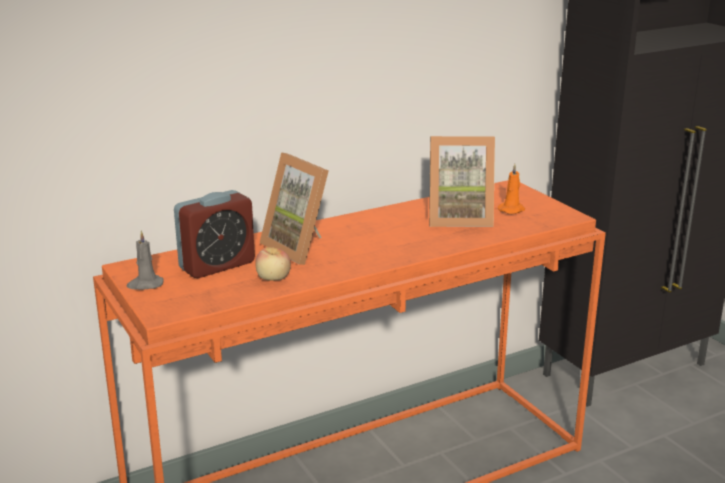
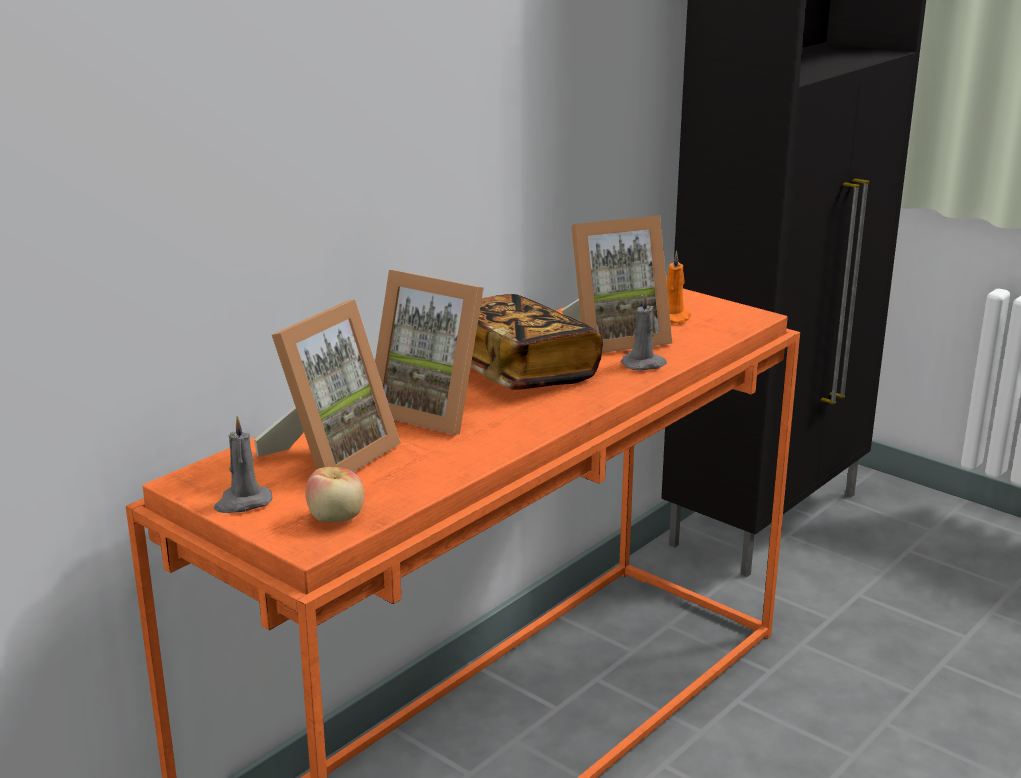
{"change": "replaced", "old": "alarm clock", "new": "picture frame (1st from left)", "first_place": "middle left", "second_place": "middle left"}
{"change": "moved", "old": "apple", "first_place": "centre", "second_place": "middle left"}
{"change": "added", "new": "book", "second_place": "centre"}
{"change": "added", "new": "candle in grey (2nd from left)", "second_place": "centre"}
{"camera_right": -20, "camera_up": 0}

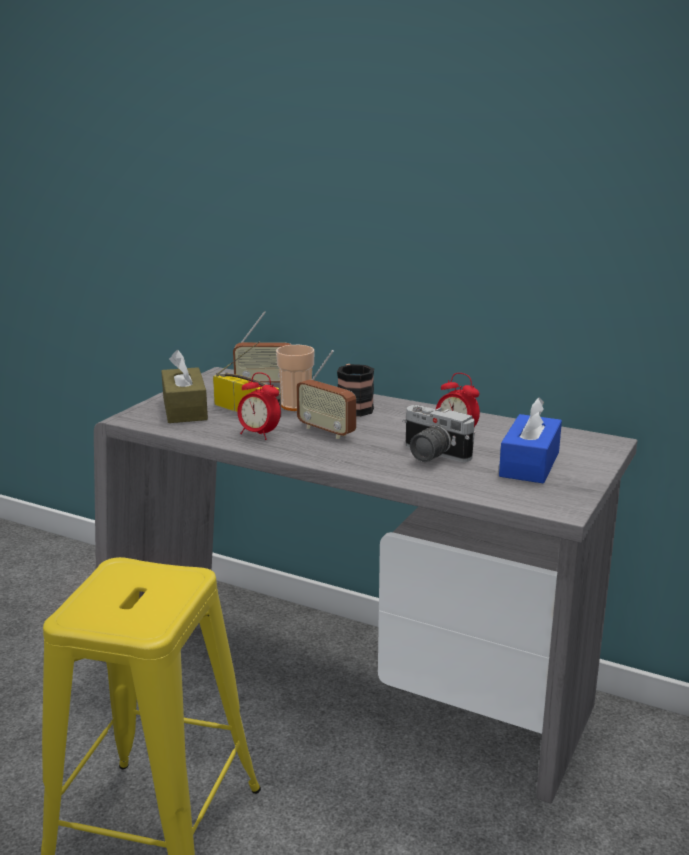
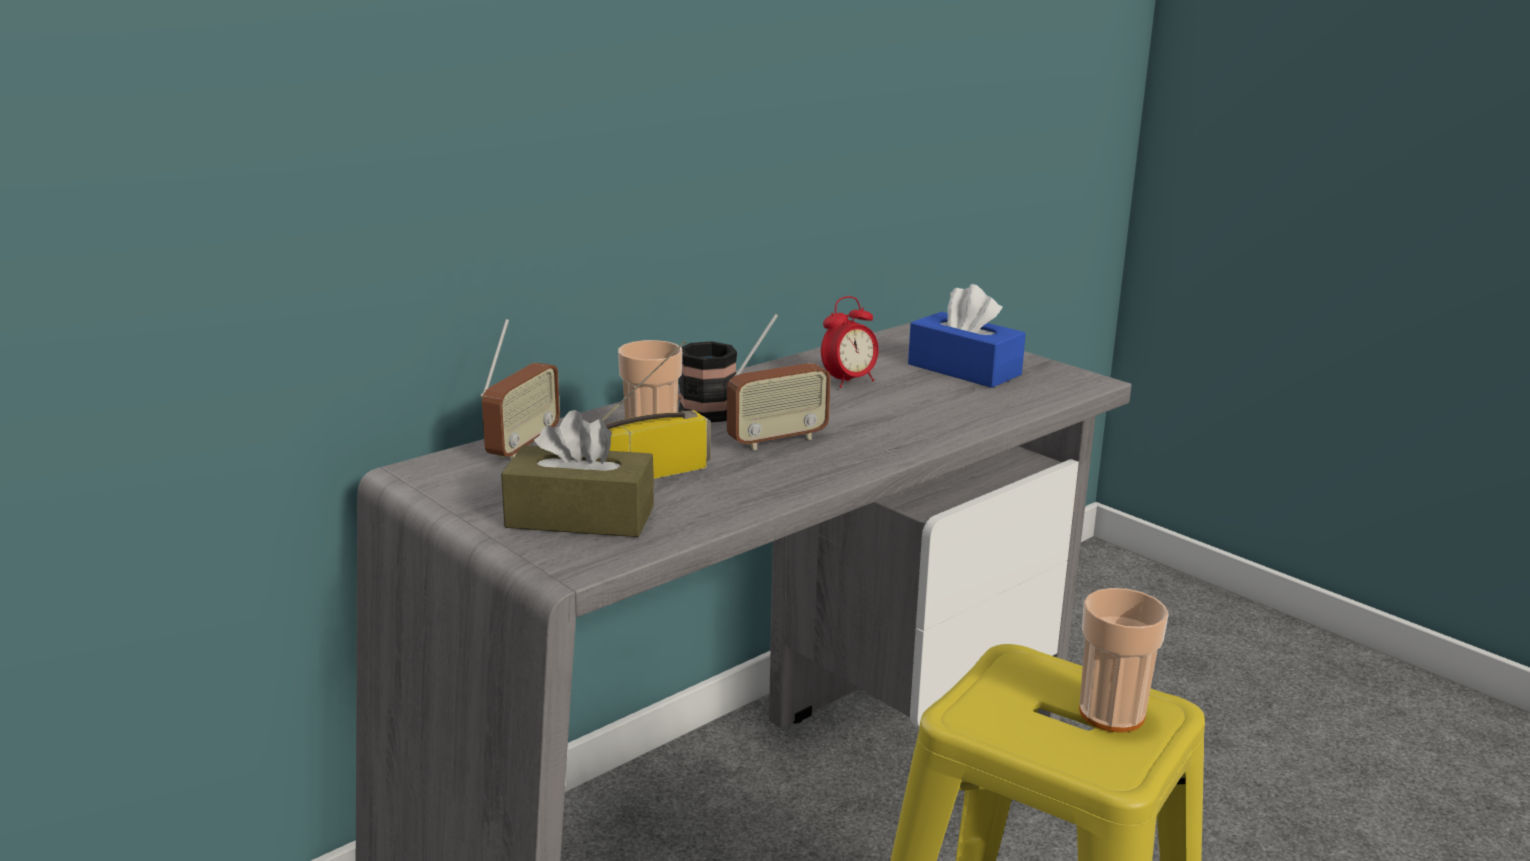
{"change": "added", "new": "cup (2nd from left)", "second_place": "bottom right"}
{"change": "removed", "old": "alarm clock (1st from left)", "first_place": "centre"}
{"change": "removed", "old": "photo camera", "first_place": "centre"}
{"camera_right": -70, "camera_up": 0}

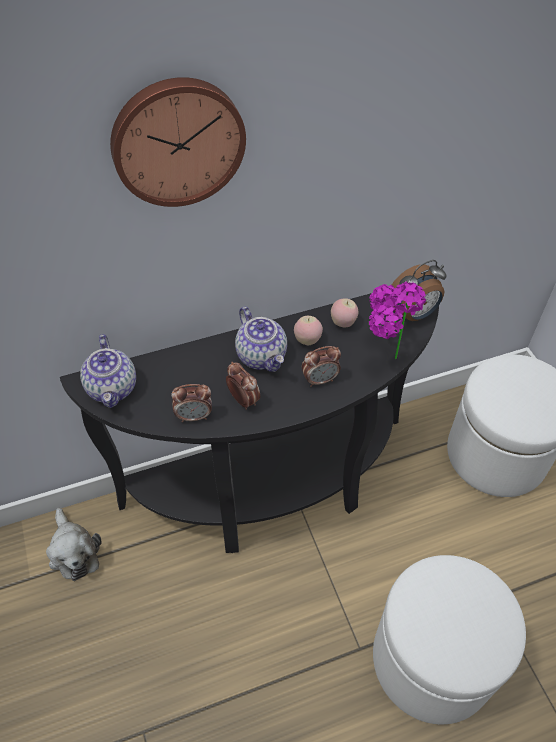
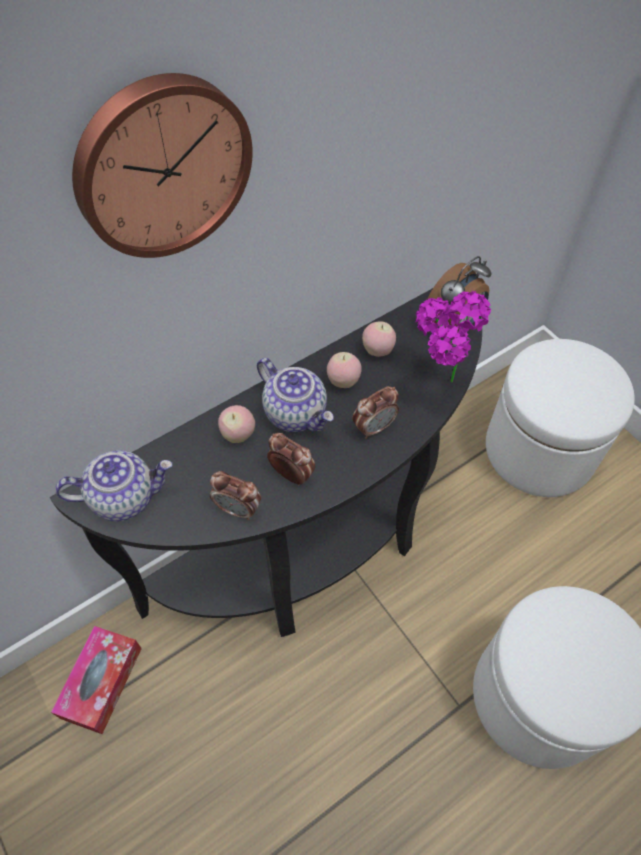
{"change": "replaced", "old": "plush toy", "new": "tissue box", "first_place": "bottom left", "second_place": "bottom left"}
{"change": "turned", "old": "teapot (1st from left)", "first_place": "middle left", "second_place": "middle left", "degrees": -75}
{"change": "turned", "old": "alarm clock (1st from left)", "first_place": "centre", "second_place": "centre", "degrees": 45}
{"change": "added", "new": "apple (1st from left)", "second_place": "centre"}
{"camera_right": -15, "camera_up": 5}

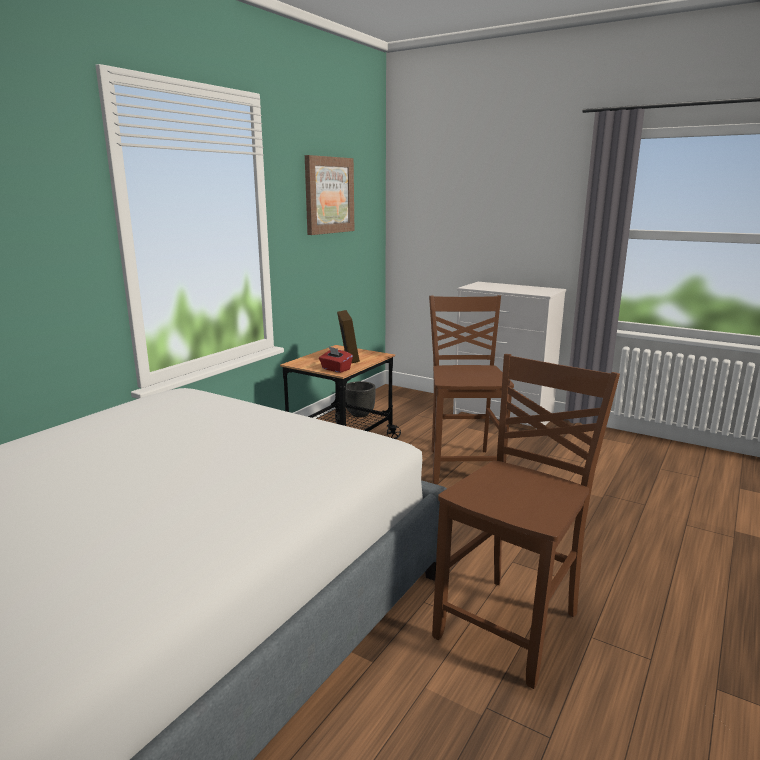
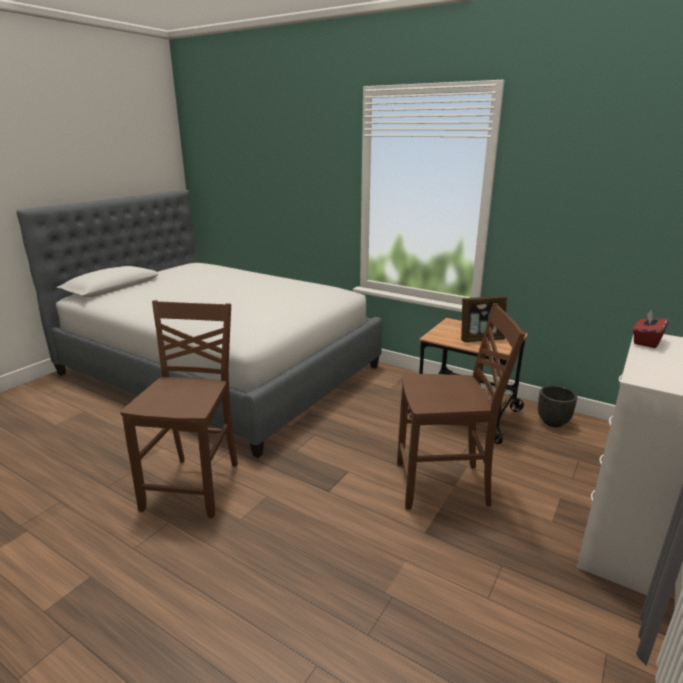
{"change": "turned", "old": "chair in brown (2nd from left in the first image)", "first_place": "bottom right", "second_place": "middle left", "degrees": -120}
{"change": "moved", "old": "tissue box in red", "first_place": "centre", "second_place": "middle right"}
{"change": "removed", "old": "picture", "first_place": "top centre"}
{"camera_right": 90, "camera_up": 5}

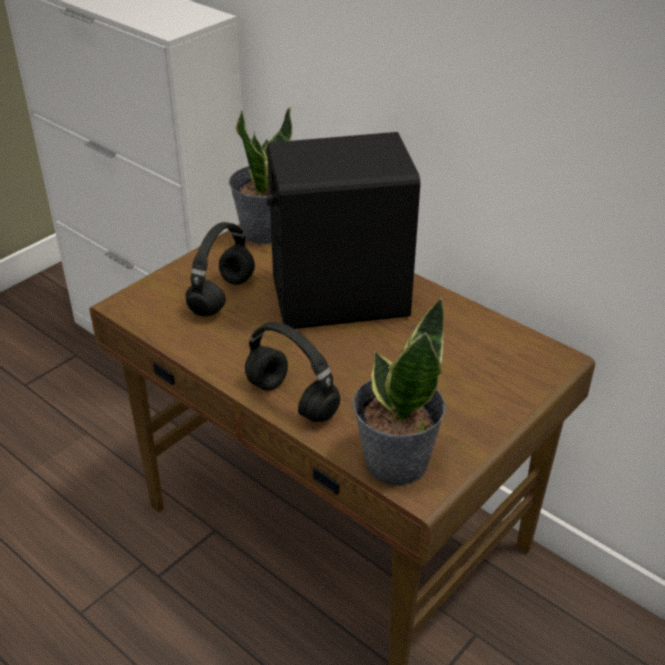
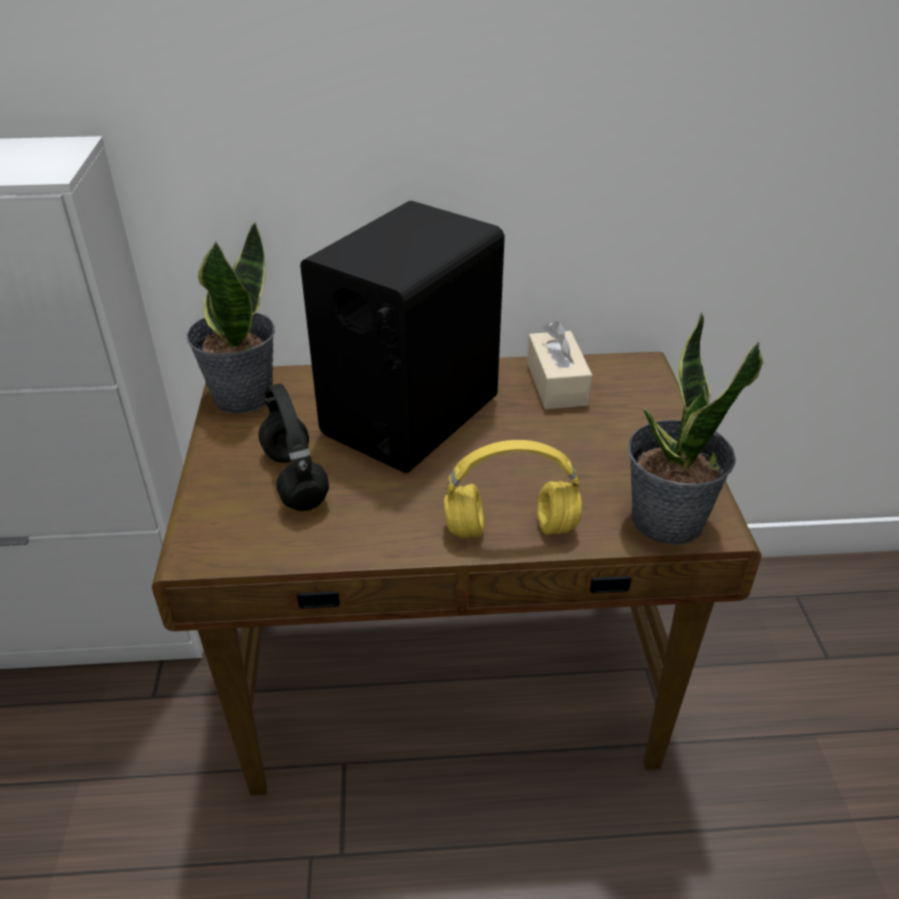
{"change": "recoloured", "old": "headphones in black (2nd from left)", "new": "headphones in yellow", "first_place": "centre", "second_place": "centre"}
{"change": "added", "new": "tissue box in beige", "second_place": "centre"}
{"camera_right": -45, "camera_up": 0}

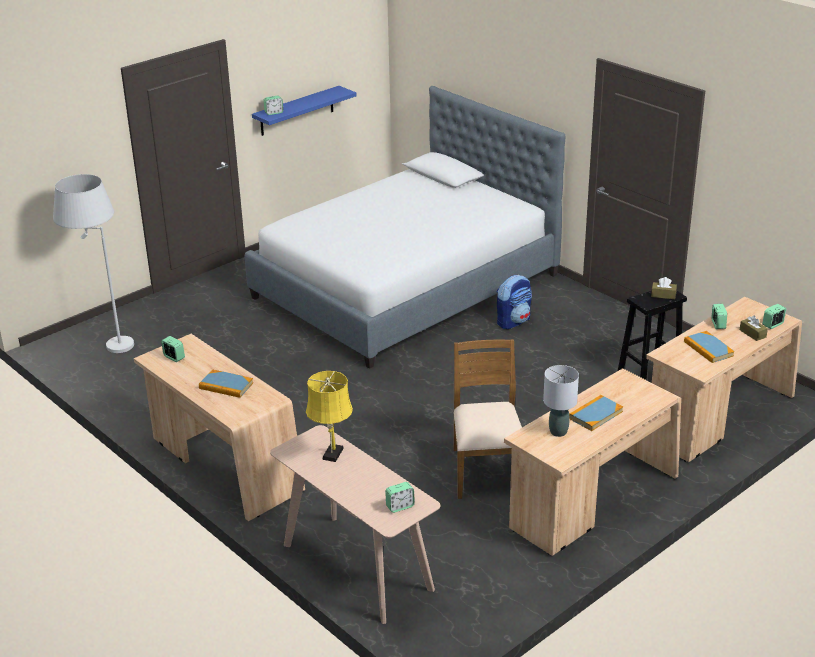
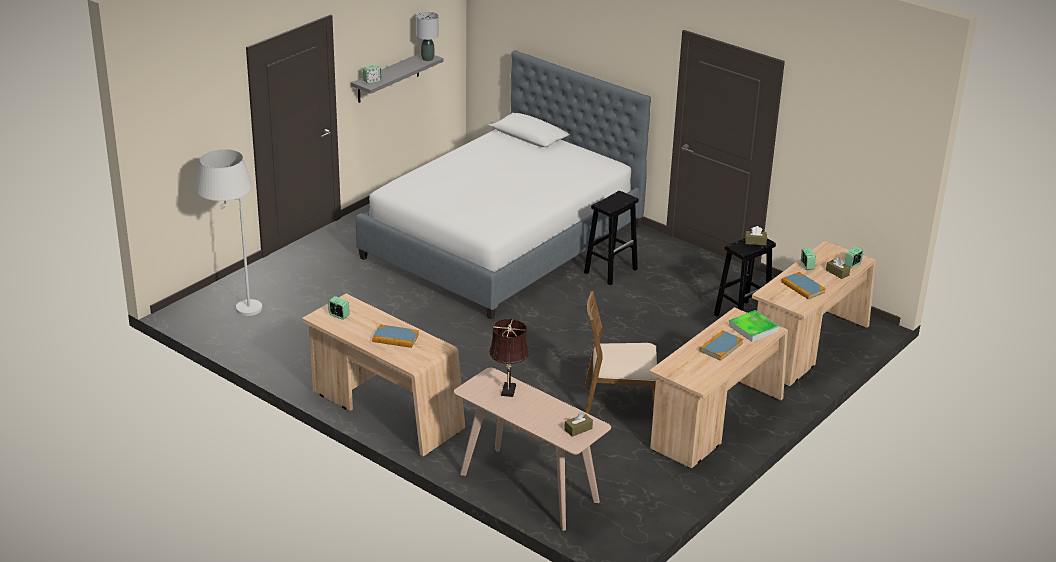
{"change": "recoloured", "old": "shelf in blue", "new": "shelf in grey", "first_place": "top centre", "second_place": "top centre"}
{"change": "moved", "old": "table lamp in grey", "first_place": "middle right", "second_place": "top centre"}
{"change": "recoloured", "old": "table lamp in yellow", "new": "table lamp in brown", "first_place": "centre", "second_place": "centre"}
{"change": "replaced", "old": "alarm clock (3rd from left)", "new": "tissue box in brown (1st from left)", "first_place": "bottom centre", "second_place": "bottom centre"}
{"change": "replaced", "old": "backpack", "new": "stool in black (1st from left)", "first_place": "centre", "second_place": "centre"}
{"change": "turned", "old": "chair in brown", "first_place": "centre", "second_place": "centre", "degrees": -75}
{"change": "added", "new": "tray", "second_place": "middle right"}
{"camera_right": -10, "camera_up": 0}

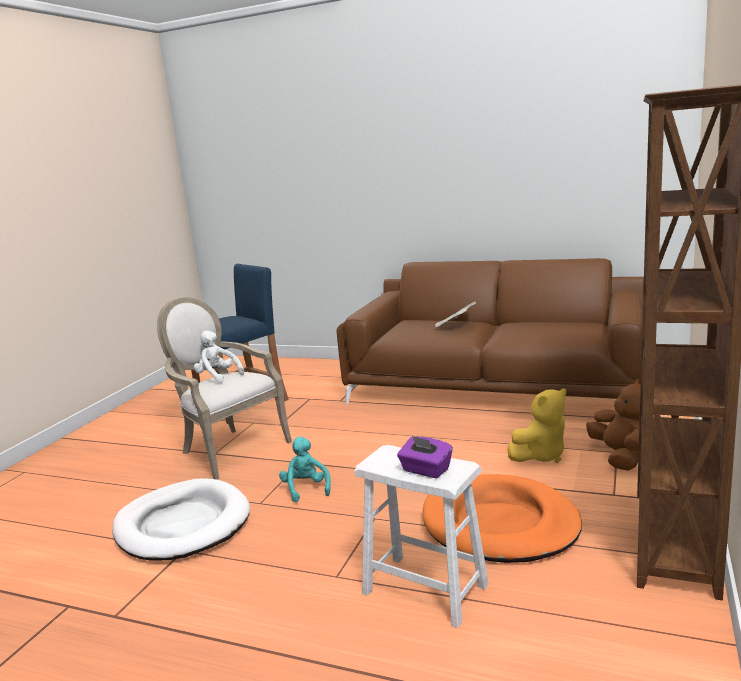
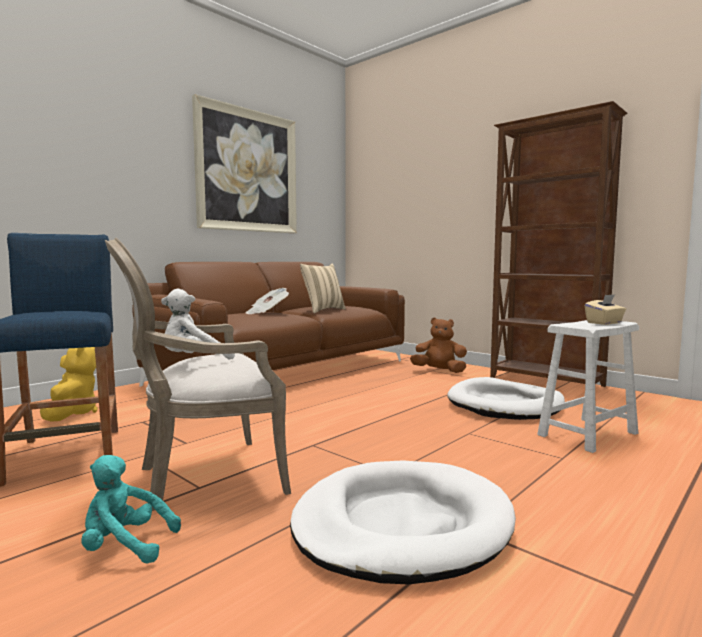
{"change": "moved", "old": "plush toy in yellow", "first_place": "middle right", "second_place": "middle left"}
{"change": "moved", "old": "plush toy in turquoise", "first_place": "bottom centre", "second_place": "bottom left"}
{"change": "added", "new": "picture", "second_place": "top centre"}
{"change": "added", "new": "pillow in beige", "second_place": "centre"}
{"change": "recoloured", "old": "dog bed in orange", "new": "dog bed in white (2nd from left)", "first_place": "bottom right", "second_place": "middle right"}
{"change": "recoloured", "old": "tissue box in purple", "new": "tissue box in beige", "first_place": "bottom centre", "second_place": "middle right"}
{"camera_right": -70, "camera_up": -10}

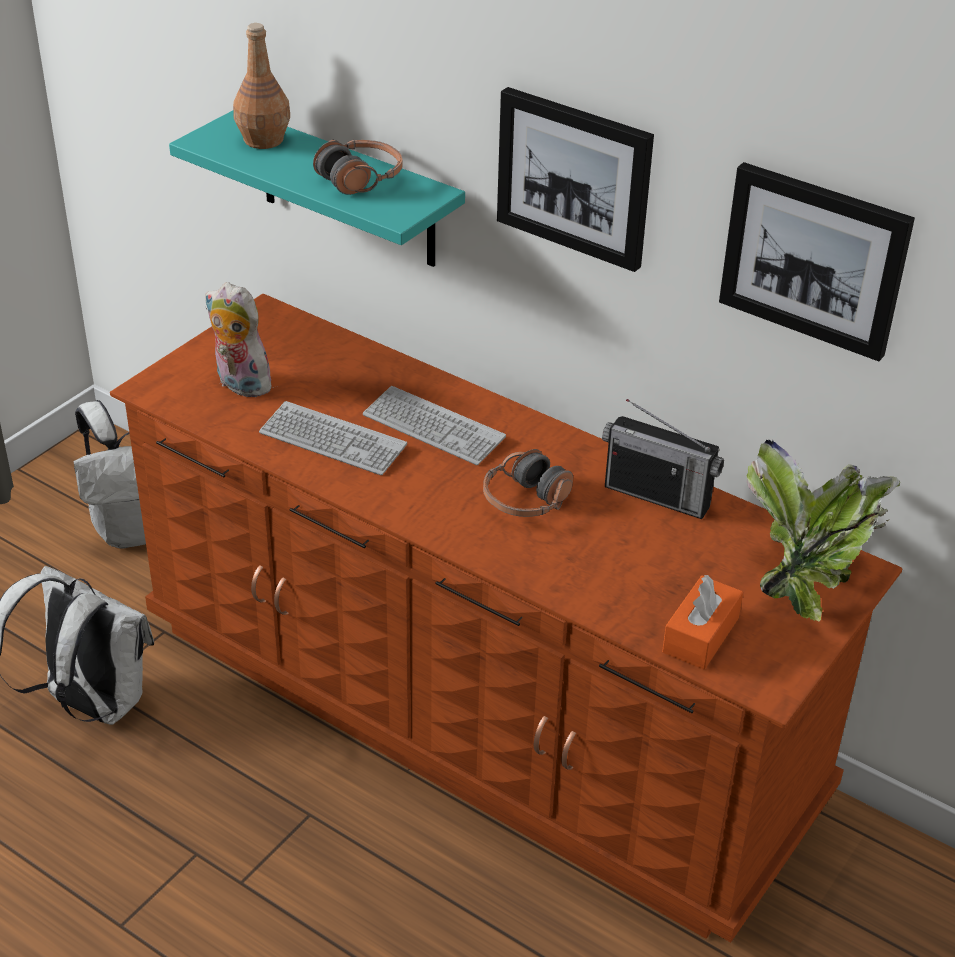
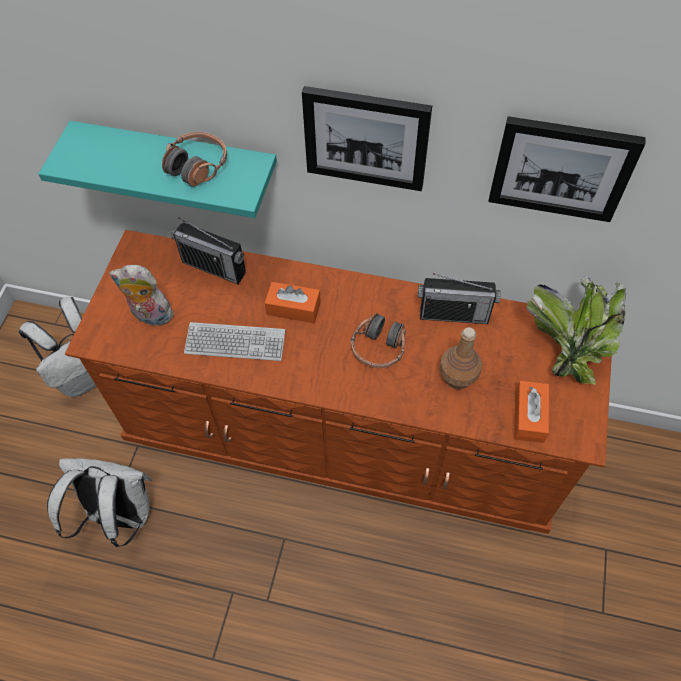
{"change": "added", "new": "radio (1st from left)", "second_place": "middle left"}
{"change": "replaced", "old": "keyboard (2nd from left)", "new": "tissue box in orange (1st from left)", "first_place": "centre", "second_place": "centre"}
{"change": "moved", "old": "bottle in brown", "first_place": "top left", "second_place": "middle right"}
{"camera_right": -20, "camera_up": 20}

